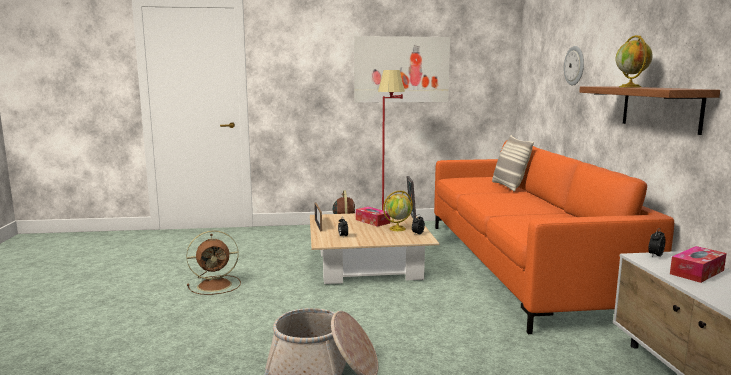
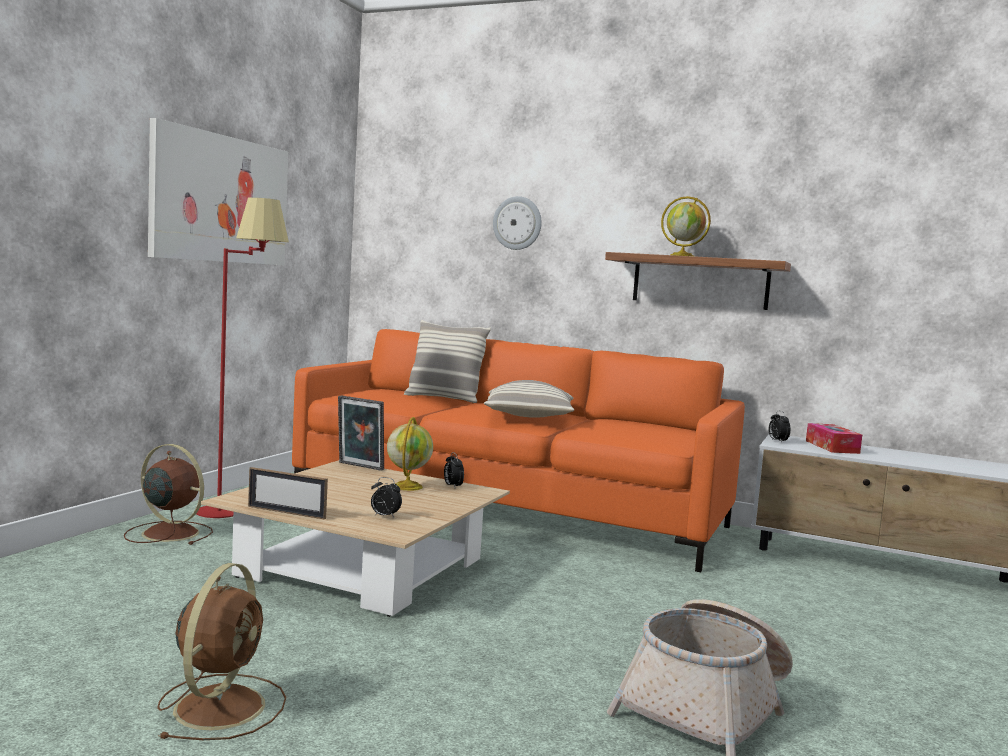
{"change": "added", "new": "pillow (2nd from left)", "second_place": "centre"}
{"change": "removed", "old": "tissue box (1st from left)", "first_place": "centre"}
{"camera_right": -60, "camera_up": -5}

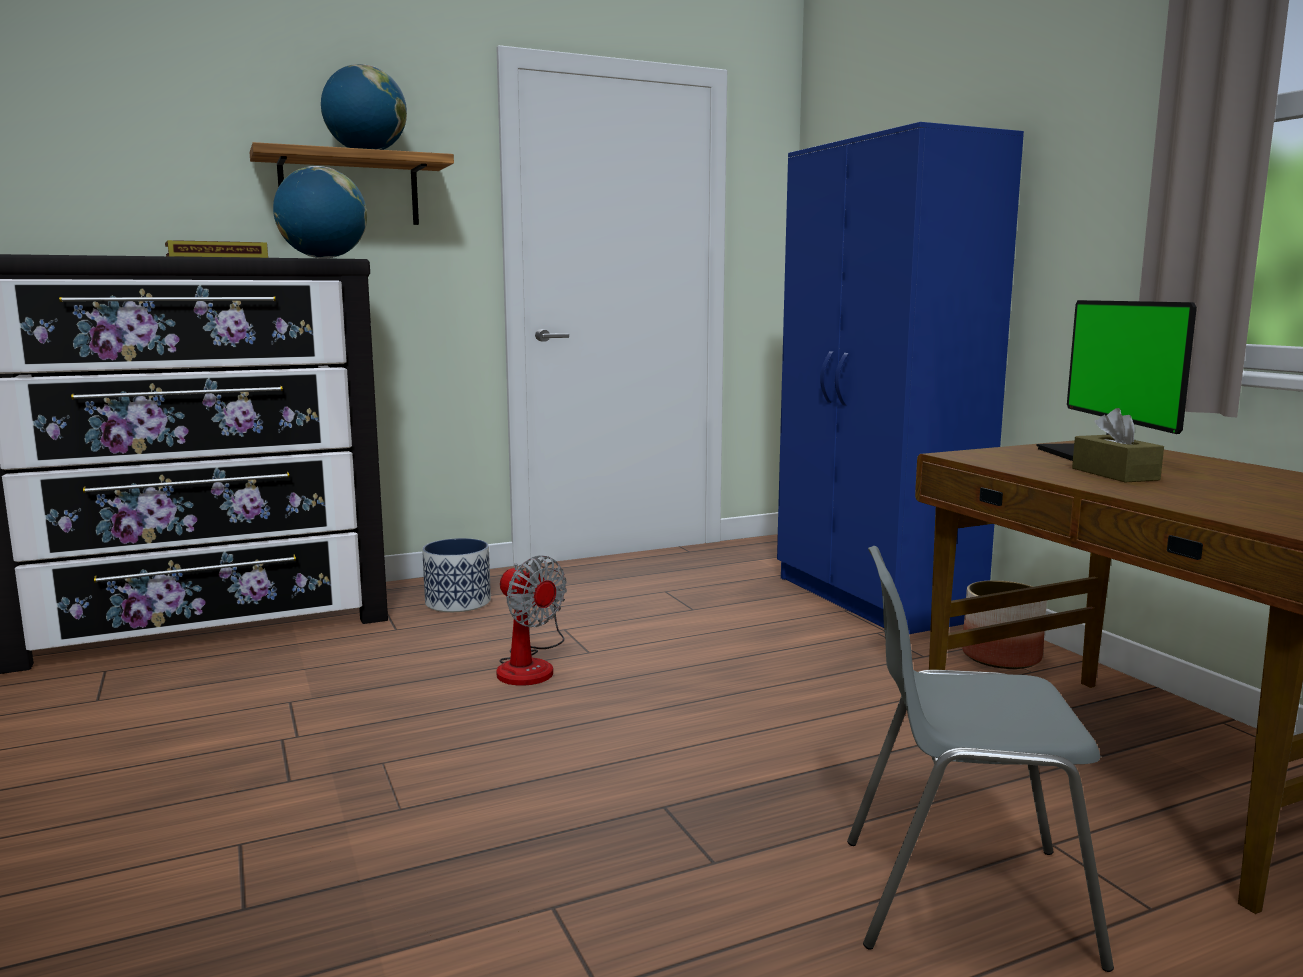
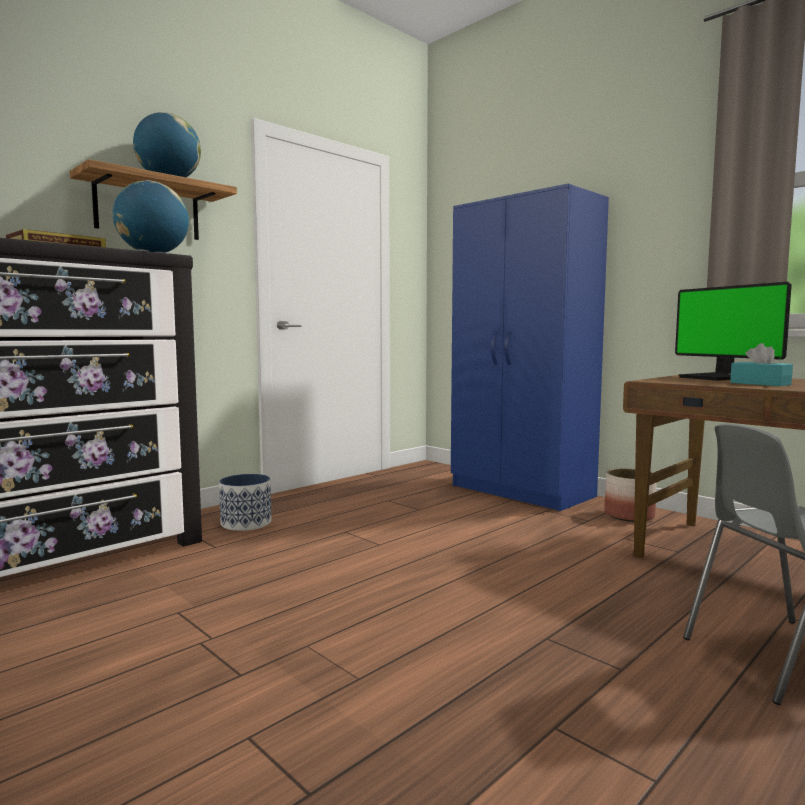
{"change": "recoloured", "old": "tissue box in brown", "new": "tissue box in turquoise", "first_place": "middle right", "second_place": "middle right"}
{"change": "removed", "old": "fan", "first_place": "centre"}
{"camera_right": -20, "camera_up": -5}

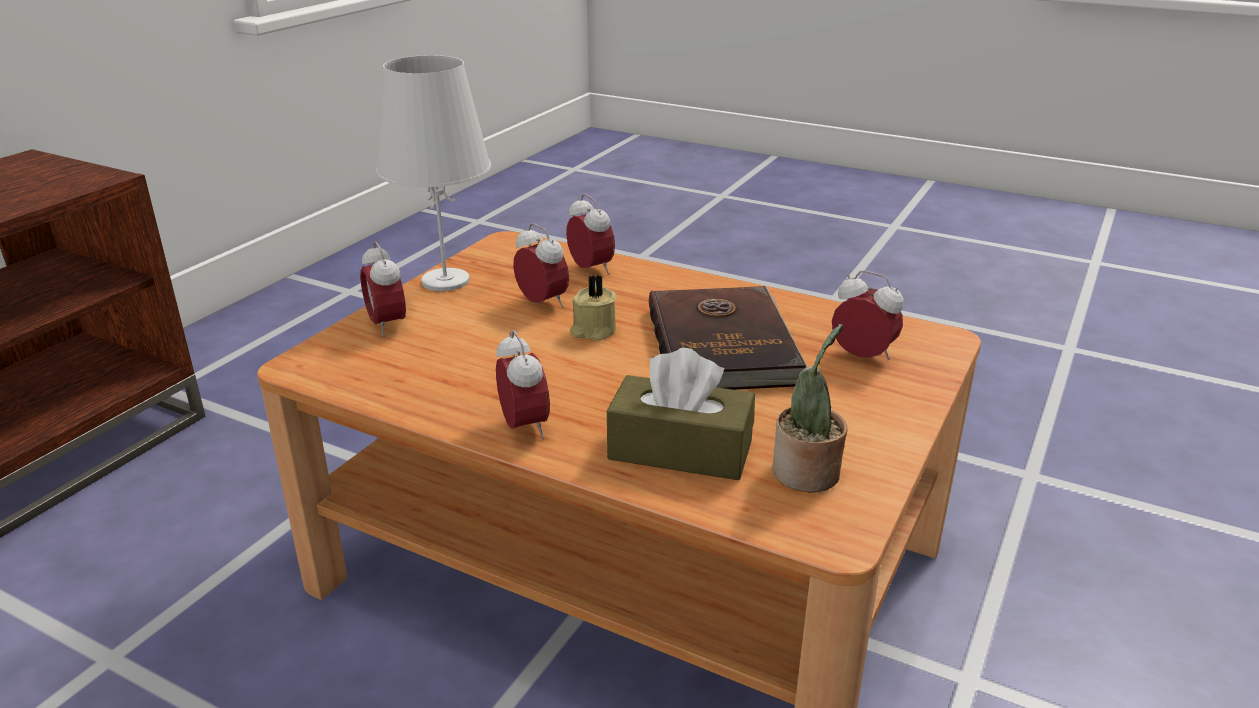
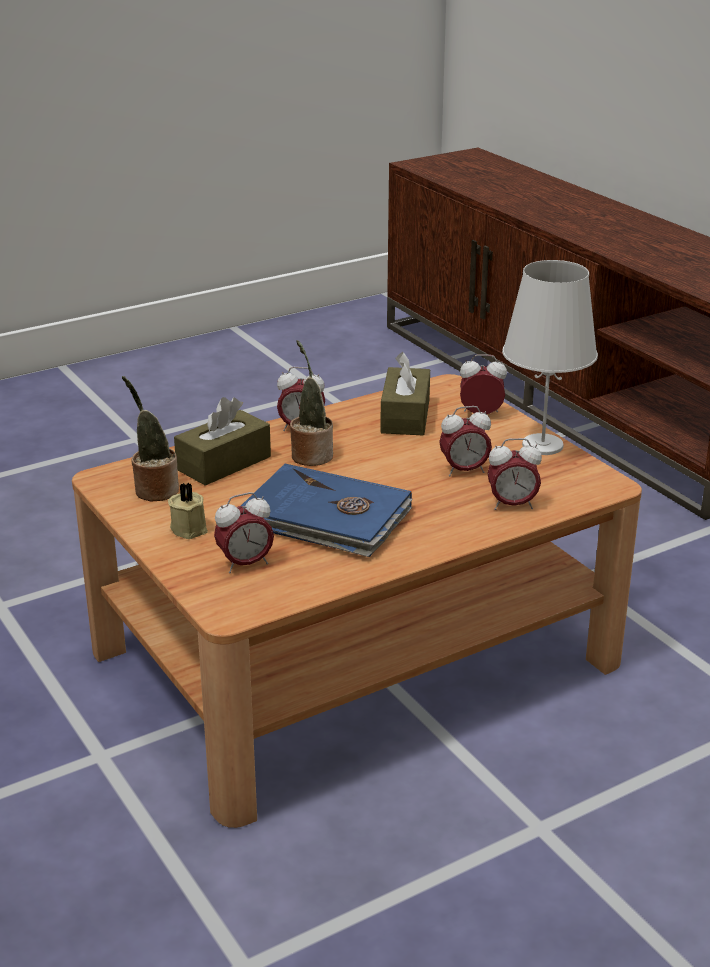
{"change": "moved", "old": "candle in beige", "first_place": "centre", "second_place": "middle left"}
{"change": "recoloured", "old": "book in brown", "new": "book in blue", "first_place": "centre", "second_place": "centre"}
{"change": "added", "new": "potted plant (2nd from left)", "second_place": "centre"}
{"change": "added", "new": "tissue box in brown (2nd from left)", "second_place": "centre"}
{"camera_right": 120, "camera_up": 0}

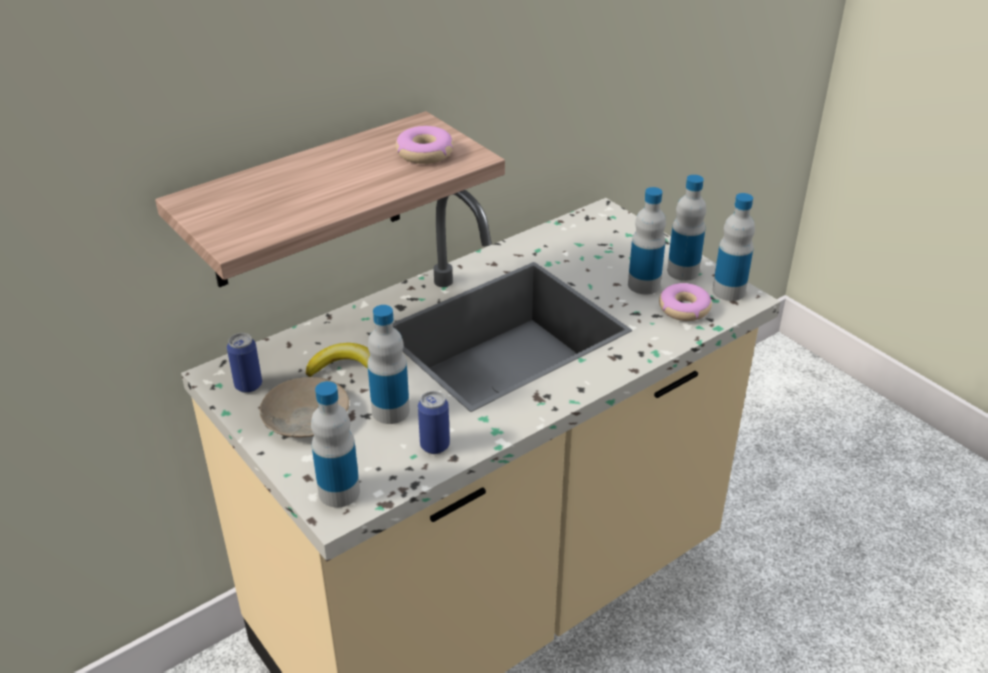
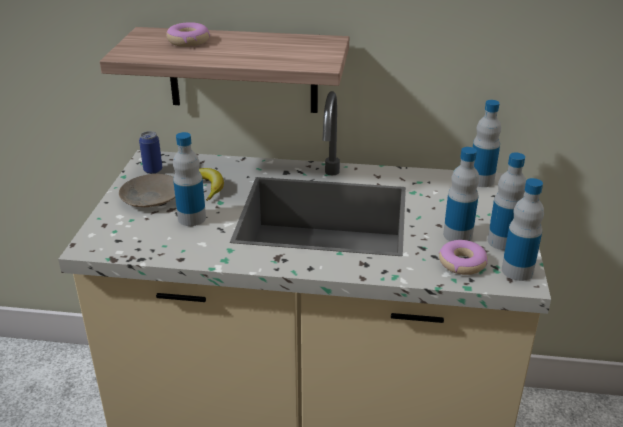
{"change": "moved", "old": "donut (1st from left)", "first_place": "top centre", "second_place": "top left"}
{"change": "moved", "old": "bottle (1st from left in the first image)", "new": "bottle (3rd from left)", "first_place": "centre", "second_place": "middle right"}
{"change": "removed", "old": "can (2nd from left)", "first_place": "centre"}
{"camera_right": 45, "camera_up": -5}

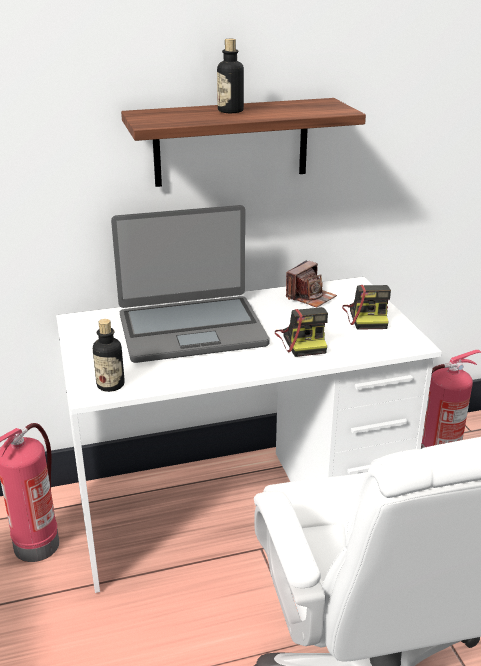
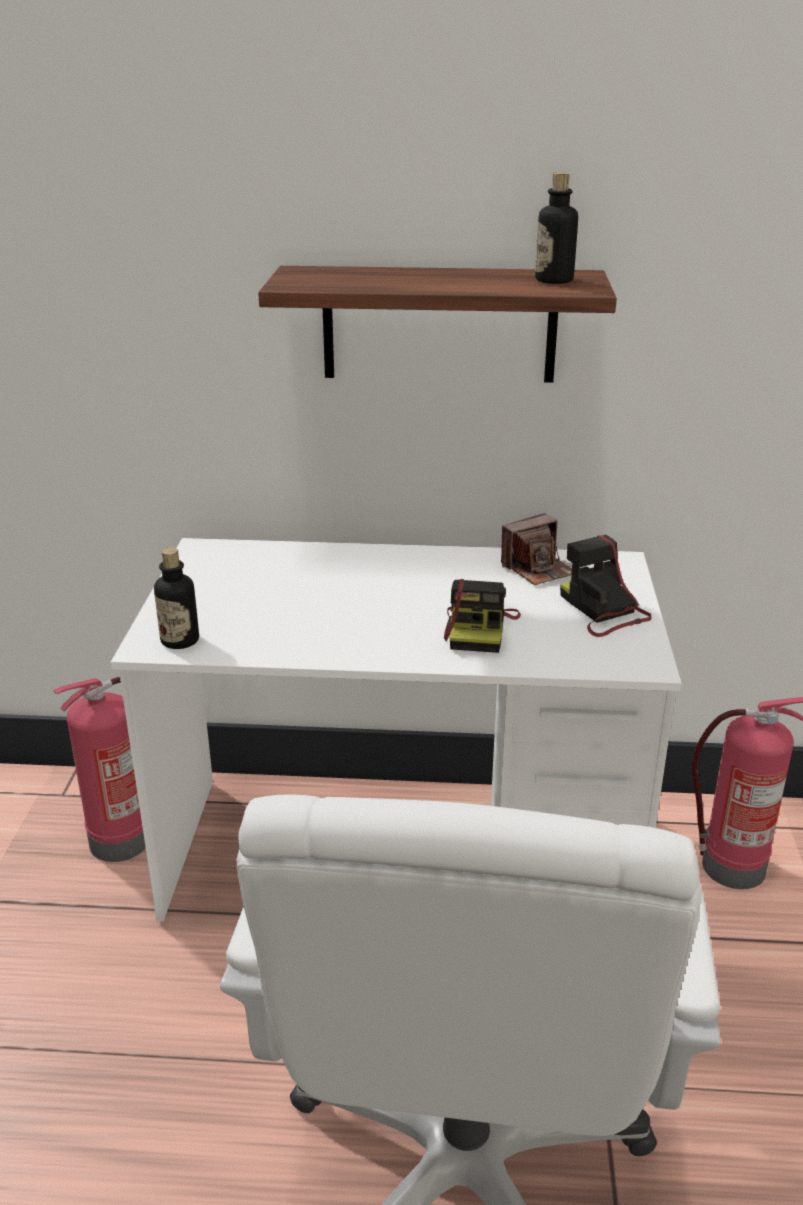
{"change": "moved", "old": "bottle (2nd from left)", "first_place": "top centre", "second_place": "top right"}
{"change": "turned", "old": "photo camera (3rd from left)", "first_place": "middle right", "second_place": "middle right", "degrees": 135}
{"change": "removed", "old": "laptop", "first_place": "centre"}
{"camera_right": 20, "camera_up": 0}

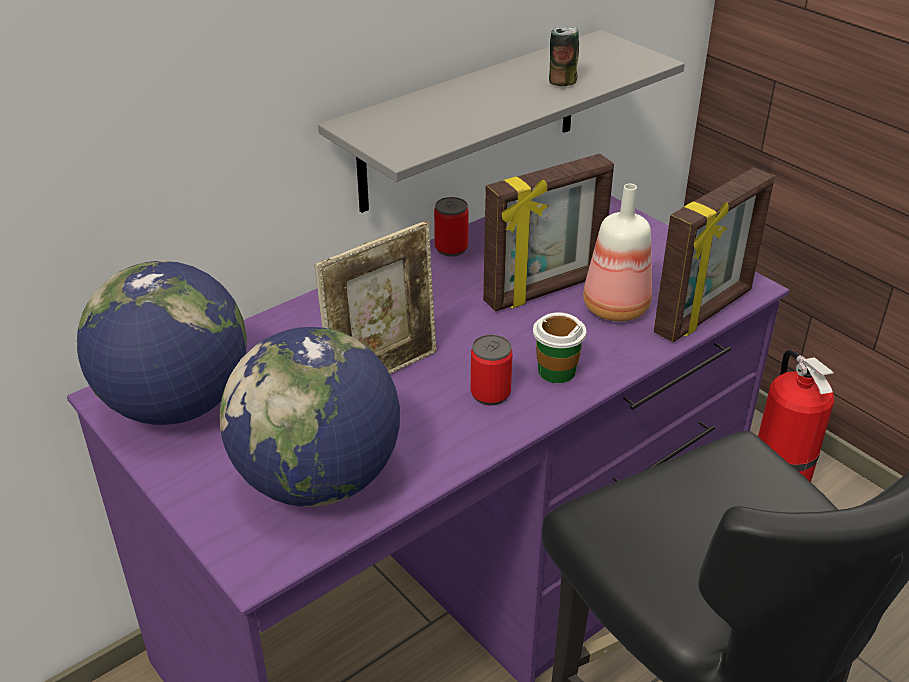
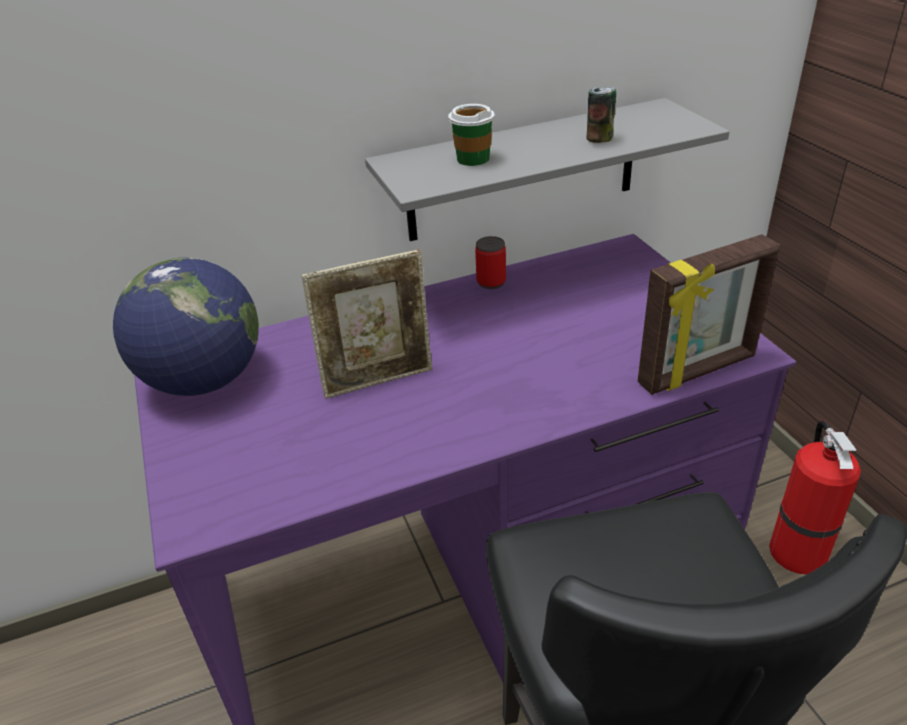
{"change": "moved", "old": "cup", "first_place": "centre", "second_place": "top centre"}
{"change": "removed", "old": "globe (2nd from left)", "first_place": "centre"}
{"change": "removed", "old": "can (2nd from left)", "first_place": "centre"}
{"change": "removed", "old": "picture frame (2nd from left)", "first_place": "centre"}
{"change": "removed", "old": "bottle", "first_place": "middle right"}
{"camera_right": 20, "camera_up": 0}

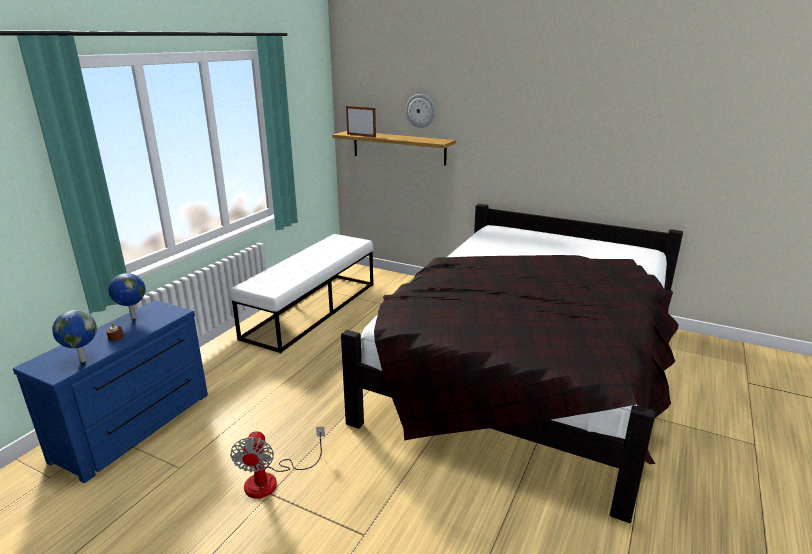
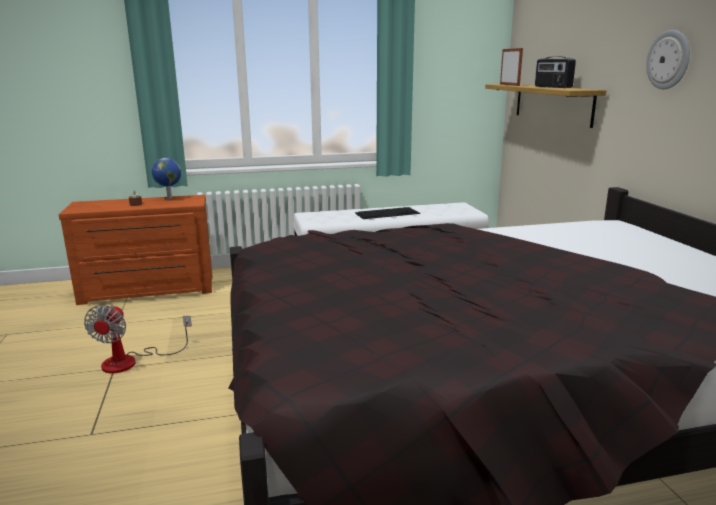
{"change": "recoloured", "old": "dresser in blue", "new": "dresser in brown", "first_place": "bottom left", "second_place": "middle left"}
{"change": "turned", "old": "fan", "first_place": "bottom centre", "second_place": "bottom left", "degrees": -45}
{"change": "added", "new": "keyboard", "second_place": "centre"}
{"change": "added", "new": "radio", "second_place": "top right"}
{"change": "moved", "old": "wall clock", "first_place": "top centre", "second_place": "top right"}
{"change": "removed", "old": "globe (1st from left)", "first_place": "middle left"}
{"camera_right": 50, "camera_up": -5}

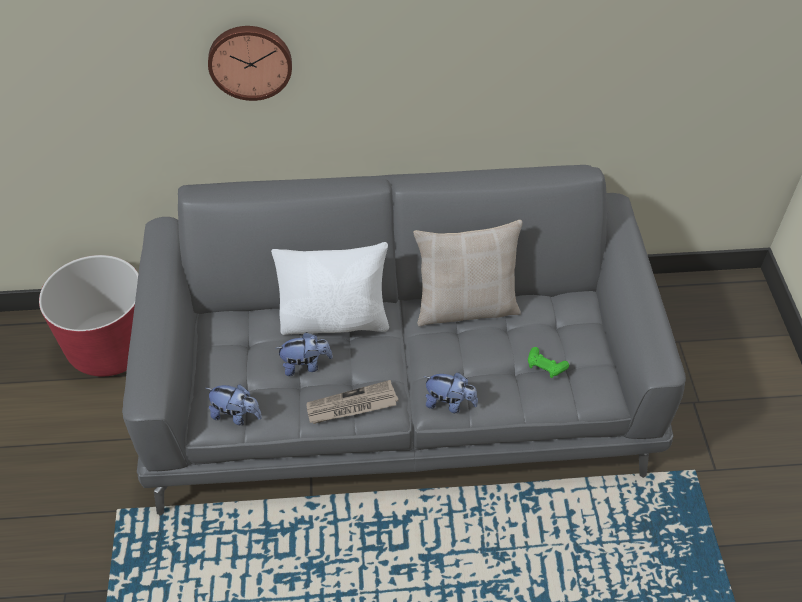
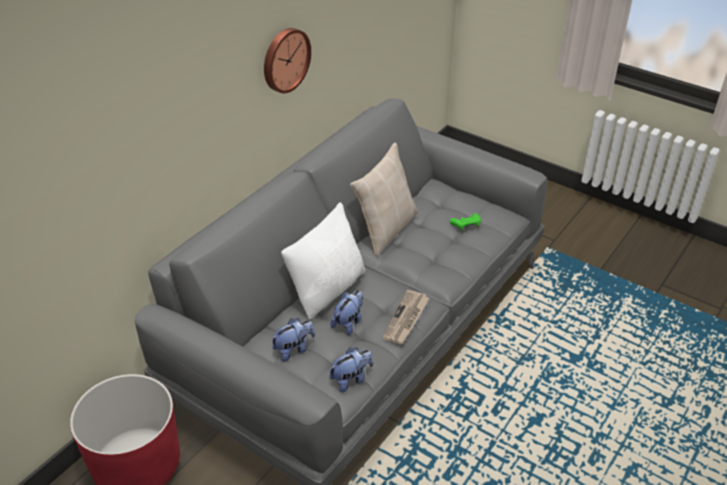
{"change": "moved", "old": "wall clock", "first_place": "top left", "second_place": "top centre"}
{"change": "moved", "old": "plush toy (3rd from left in the first image)", "new": "plush toy (1st from left)", "first_place": "centre", "second_place": "bottom centre"}
{"camera_right": -50, "camera_up": -10}

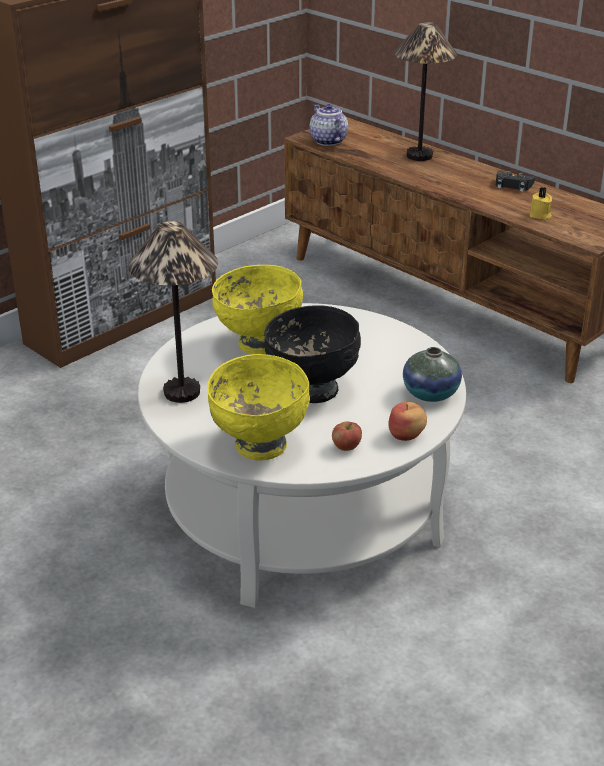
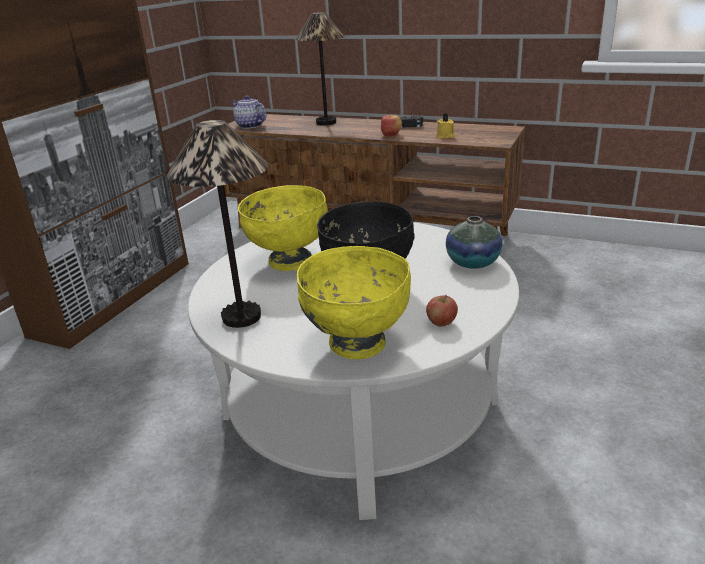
{"change": "moved", "old": "apple (2nd from left in the first image)", "new": "apple (1st from left)", "first_place": "middle right", "second_place": "top centre"}
{"camera_right": -20, "camera_up": -5}

